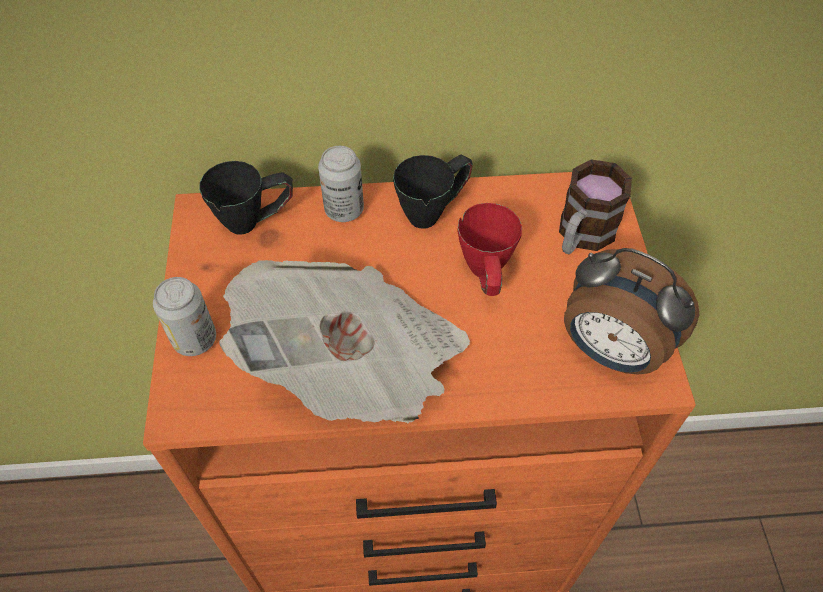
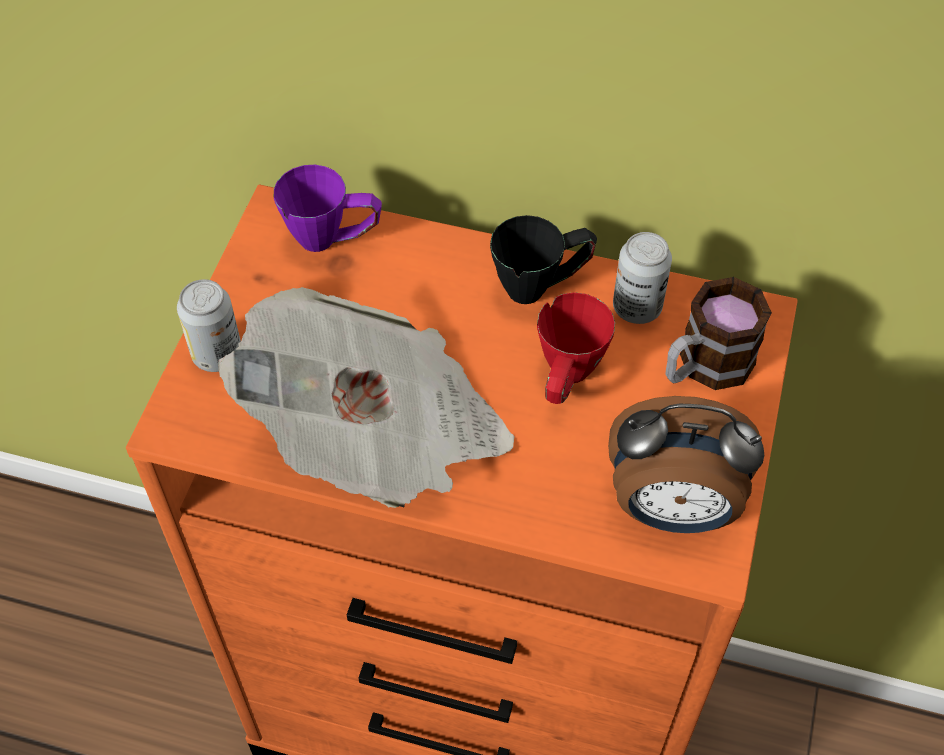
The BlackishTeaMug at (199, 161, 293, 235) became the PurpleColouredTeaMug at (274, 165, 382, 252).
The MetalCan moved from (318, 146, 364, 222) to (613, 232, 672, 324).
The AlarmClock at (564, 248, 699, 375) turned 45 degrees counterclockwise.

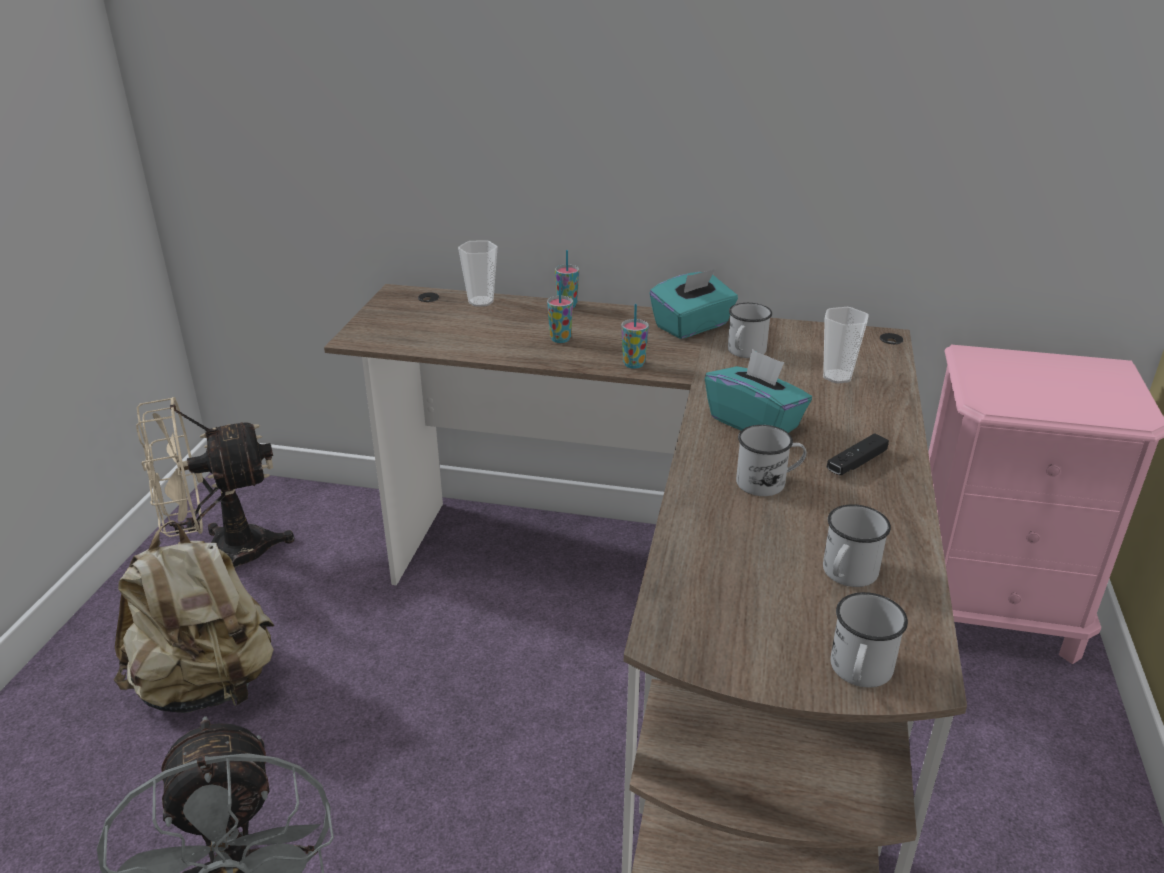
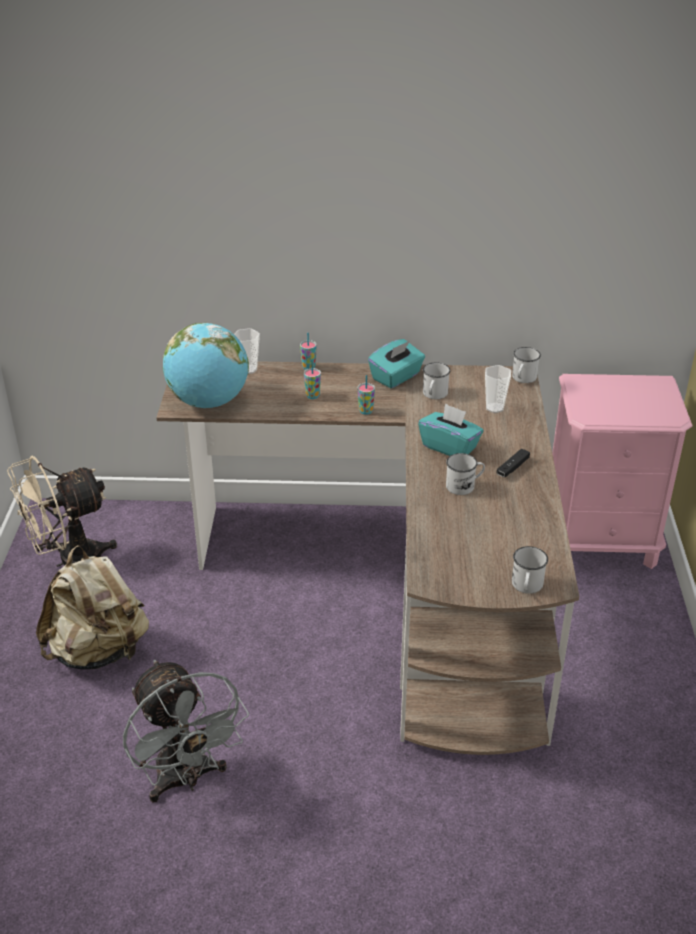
The WhiteTeaMug moved from (823, 504, 891, 587) to (512, 347, 541, 383).
The WorldGlobe at (163, 323, 249, 408) appeared.

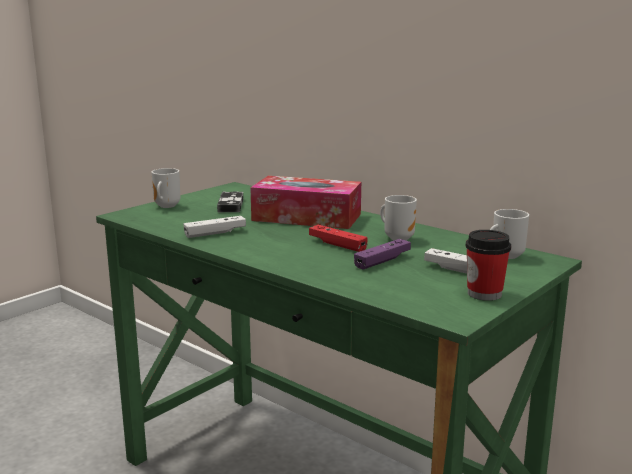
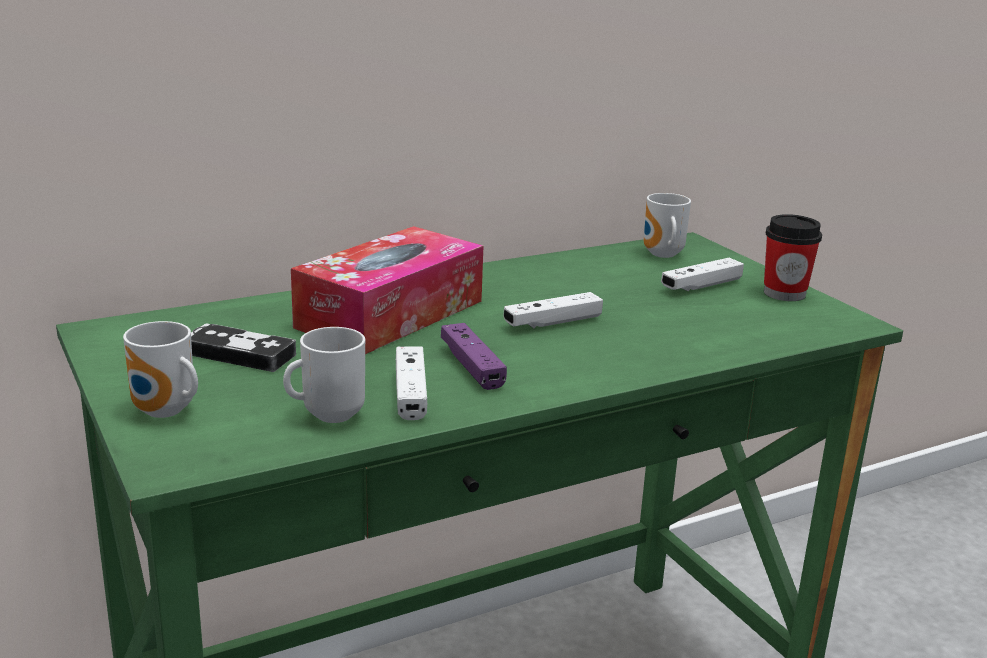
The RedColouredGameController at (309, 225, 367, 252) became the WhiteGameController at (503, 292, 603, 328).
The PurpleColouredGameController moved from (354, 239, 411, 270) to (441, 323, 507, 390).
The TeaMug moved from (380, 195, 417, 241) to (283, 327, 365, 423).

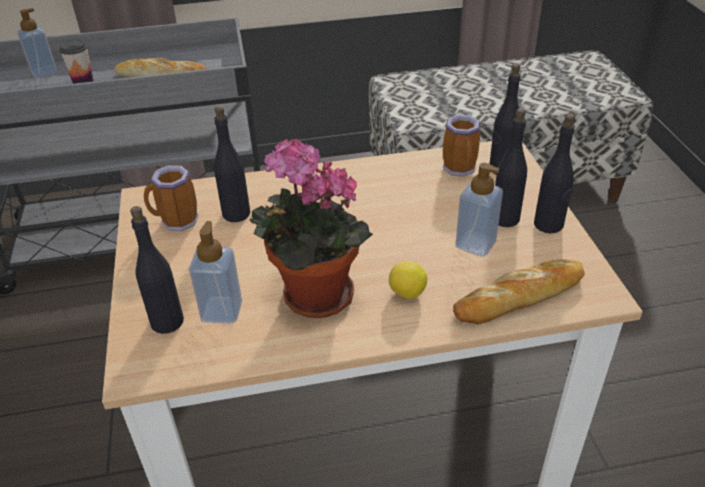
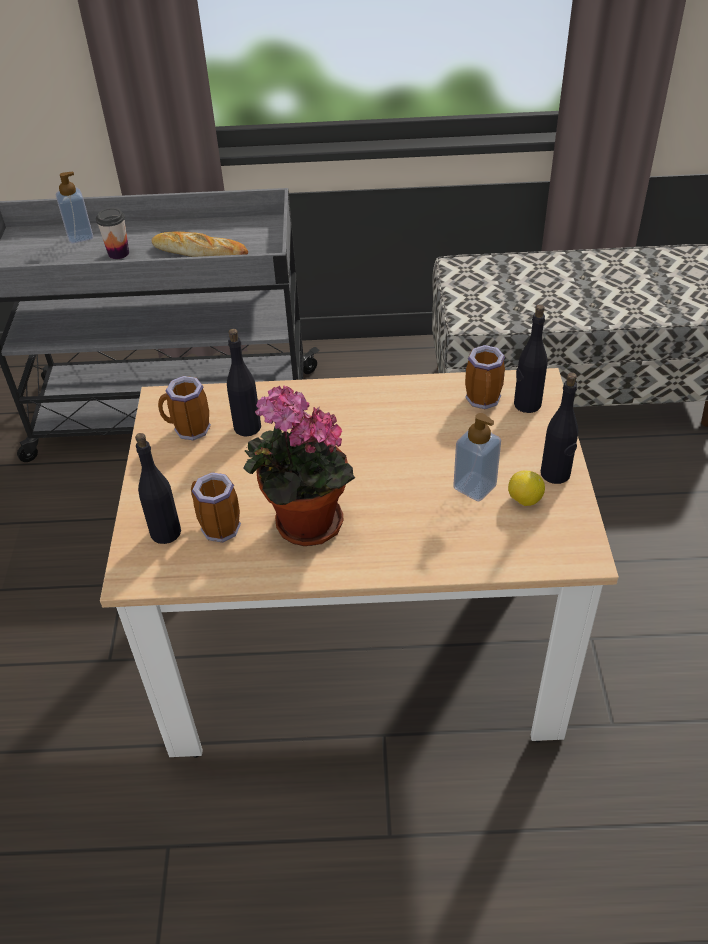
The LiquidSoapBottle at (189, 221, 242, 323) was replaced by the TeaMug at (191, 472, 241, 543).
The Lemon moved from (389, 261, 427, 299) to (508, 470, 545, 506).
The Bread at (453, 259, 585, 324) disappeared.
The BlackishDrinkBottle at (495, 108, 527, 227) disappeared.

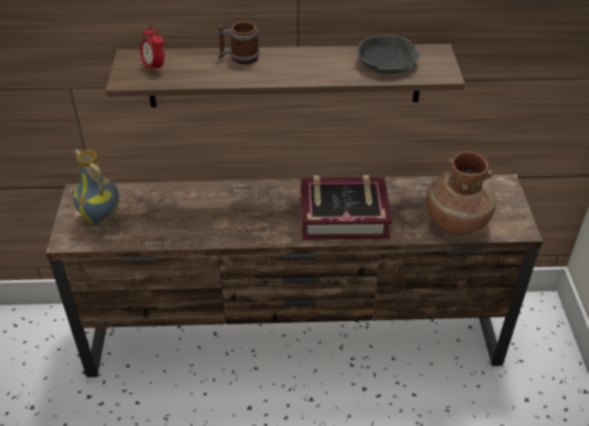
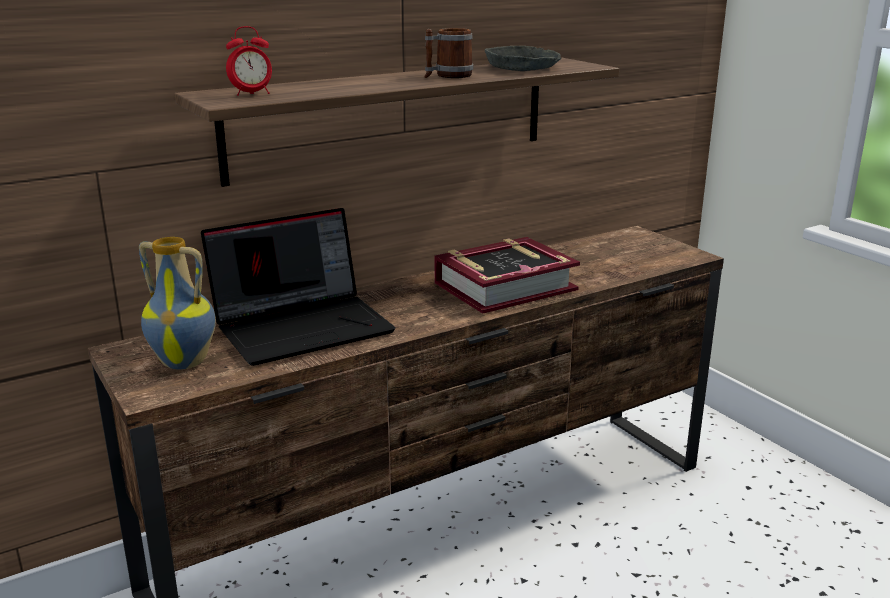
The AlarmClock at (140, 25, 164, 74) turned 45 degrees counterclockwise.
The TeaMug moved from (218, 21, 260, 64) to (425, 28, 473, 78).
The BrownishVase at (426, 152, 496, 235) disappeared.
The Laptop at (201, 208, 396, 366) appeared.

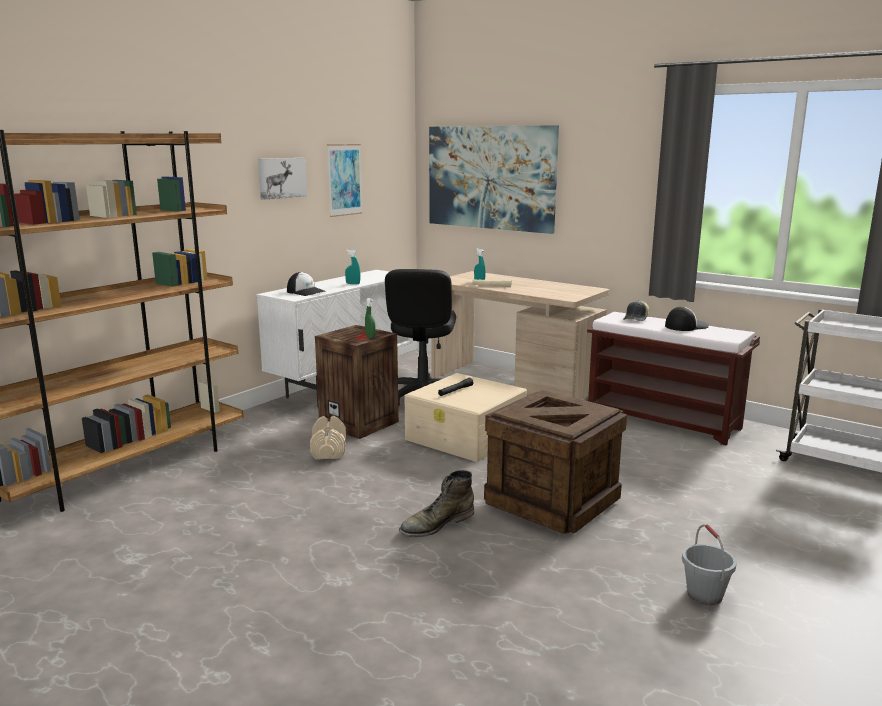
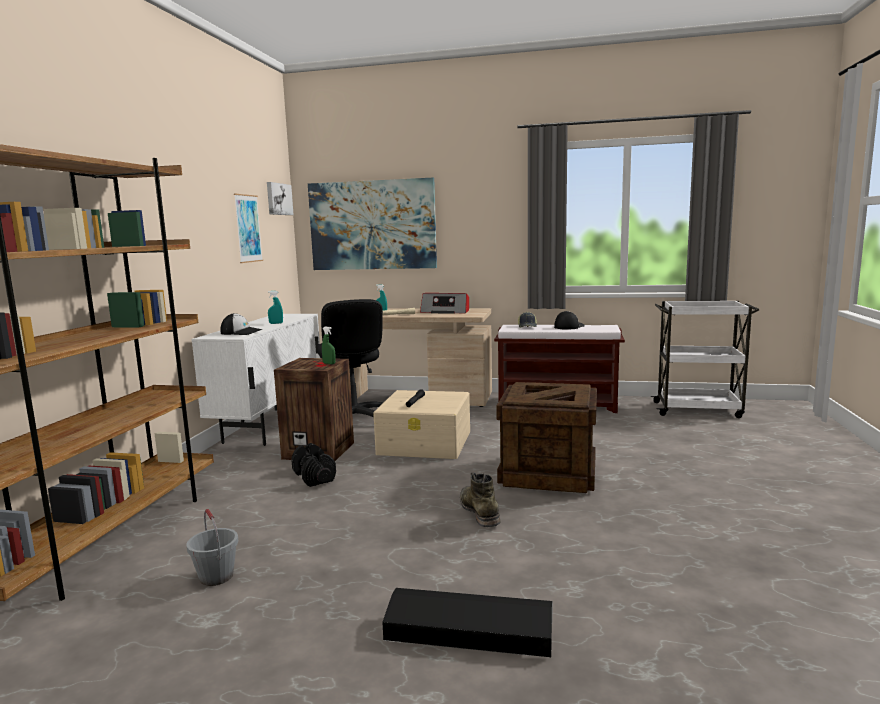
The Picture moved from (258, 158, 307, 200) to (267, 182, 294, 215).
The SandColouredHandWeight at (310, 416, 346, 460) became the BlackishHandWeight at (291, 443, 336, 487).
The GreenishHighTopBoot at (399, 470, 474, 537) turned 135 degrees clockwise.
The GreyPail moved from (682, 524, 737, 605) to (186, 509, 239, 586).
The BlackishStorageBox at (382, 588, 553, 657) appeared.
The Radio at (420, 293, 469, 314) appeared.

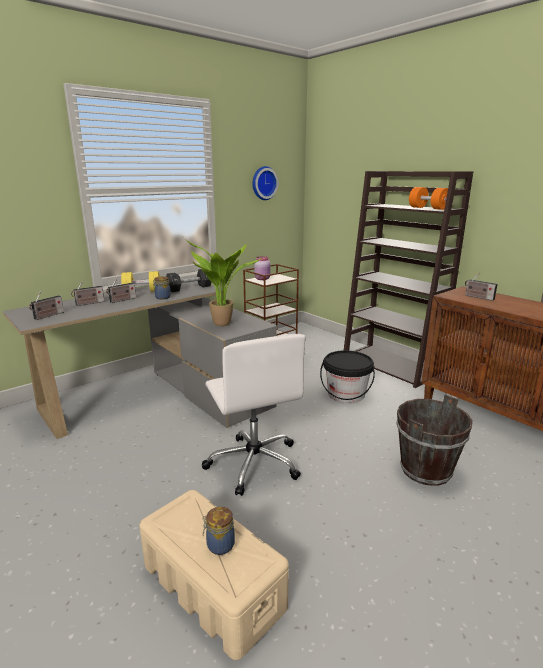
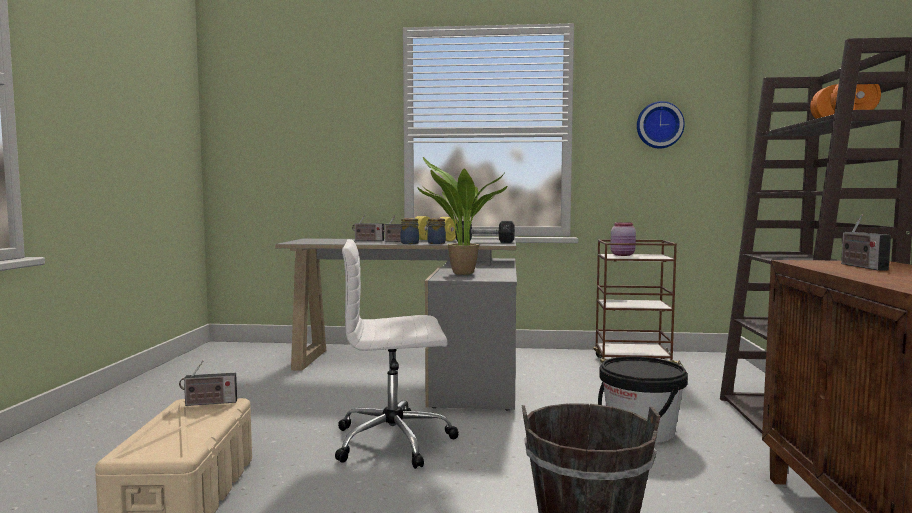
The Radio moved from (29, 291, 64, 320) to (179, 360, 237, 406).
The WhiteOfficeChair at (202, 334, 305, 496) turned 60 degrees clockwise.
The PreserveJar moved from (203, 507, 235, 555) to (401, 218, 419, 244).

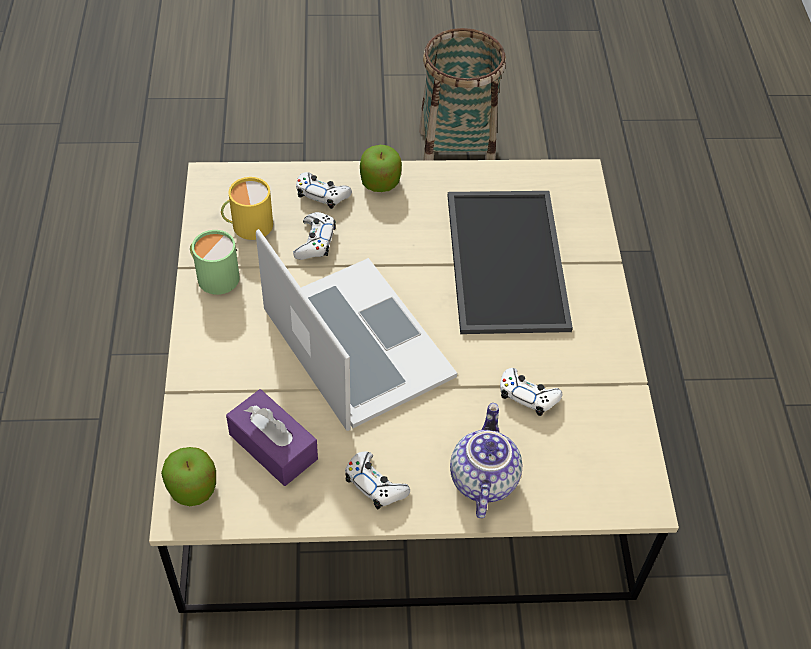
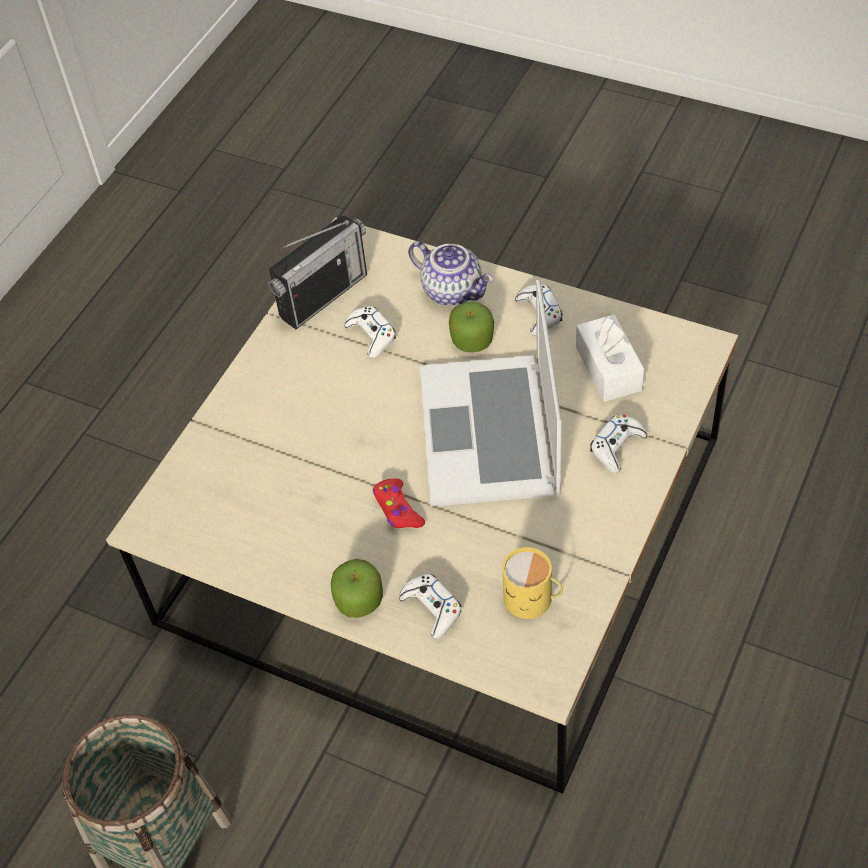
The AppleFruit moved from (161, 447, 216, 506) to (449, 302, 494, 352).
The GreenishTeaMug at (190, 230, 240, 295) disappeared.
The PurpleColouredTissueBox at (226, 389, 318, 486) became the WhiteTissueBox at (576, 315, 644, 402).
The WhiteGameController moved from (293, 212, 336, 260) to (590, 414, 647, 473).
The CarryingTray at (448, 191, 573, 334) disappeared.
The PotForTea at (450, 403, 522, 518) turned 90 degrees counterclockwise.
The Radio at (269, 216, 367, 329) appeared.
The RedColouredGameController at (373, 478, 425, 528) appeared.

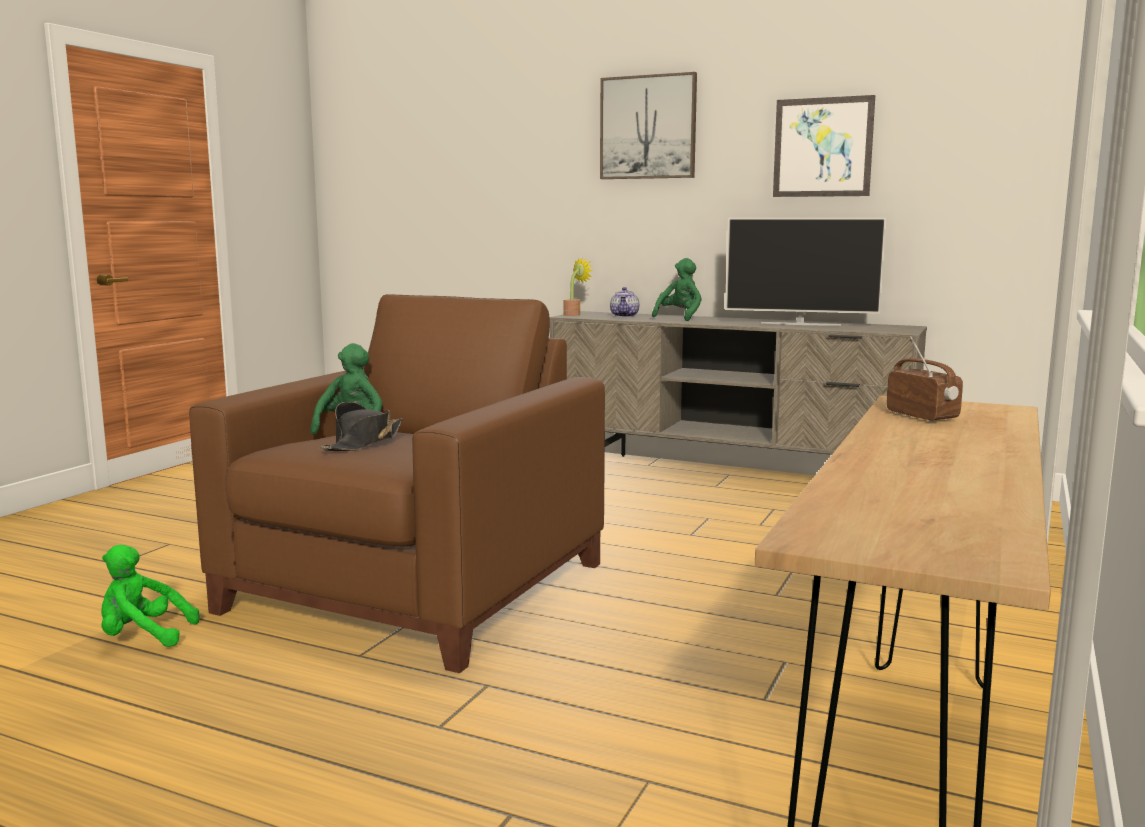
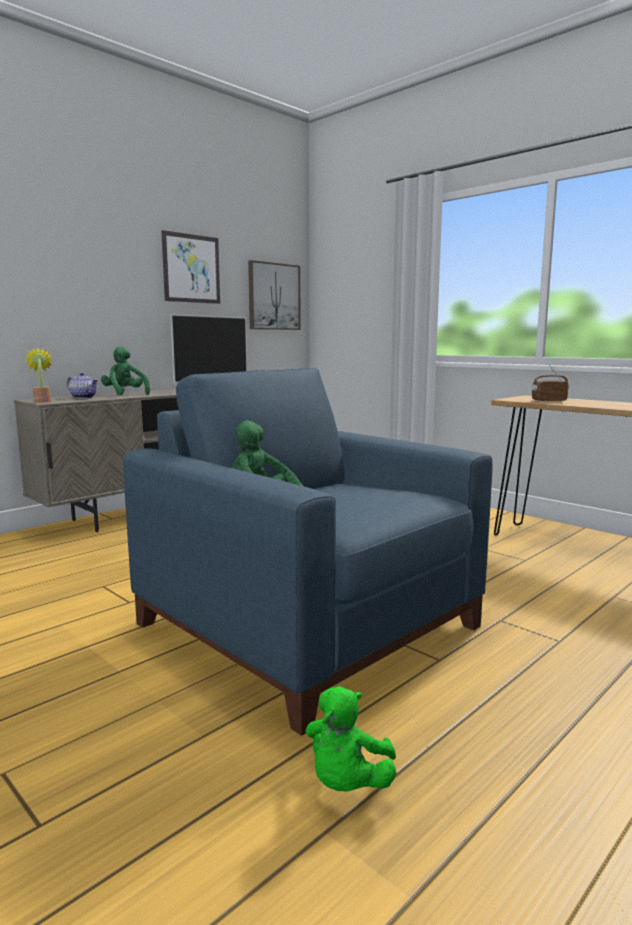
The BrownishLoungeChair at (189, 294, 605, 673) became the BlueLoungeChair at (123, 368, 493, 736).
The BlackishHat at (320, 402, 402, 451) disappeared.
The Picture moved from (600, 72, 697, 179) to (248, 260, 301, 330).

